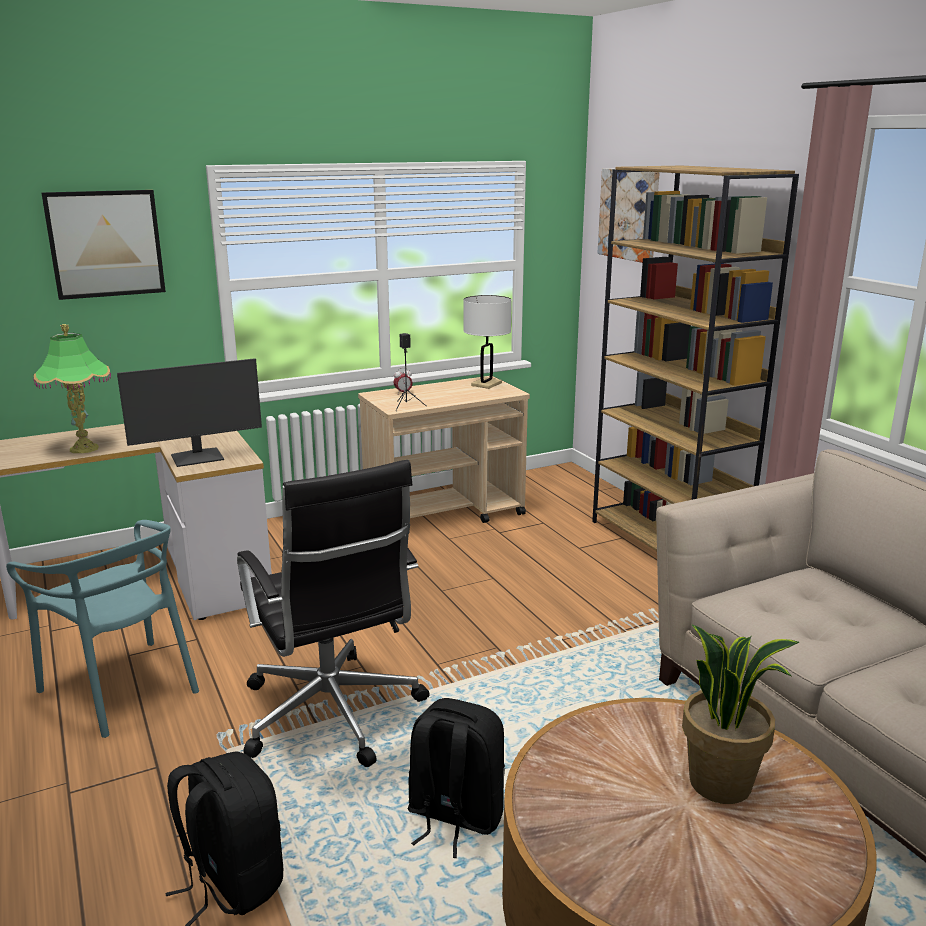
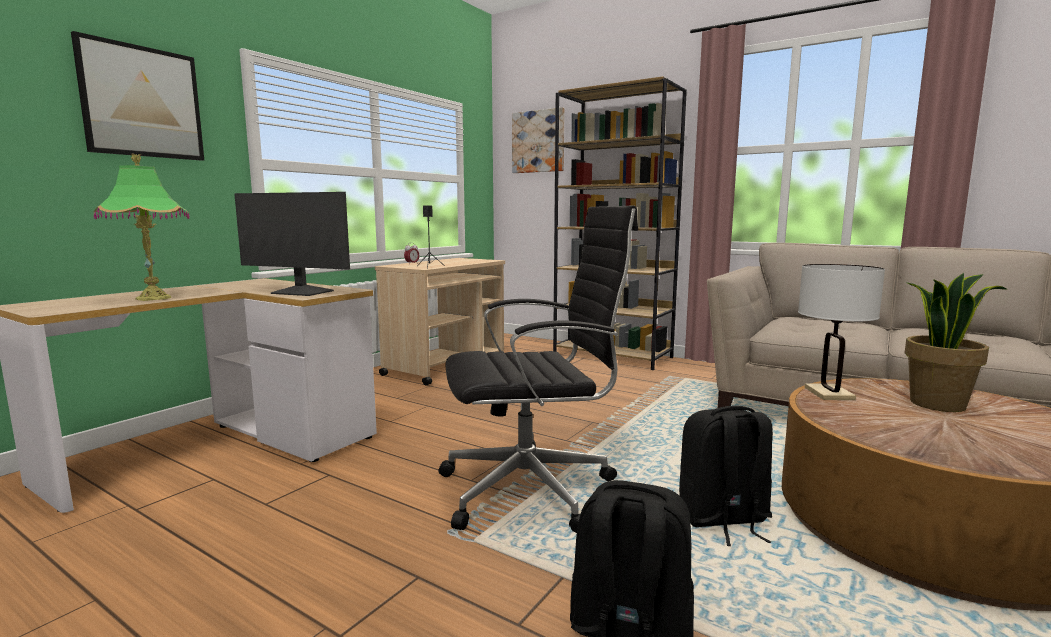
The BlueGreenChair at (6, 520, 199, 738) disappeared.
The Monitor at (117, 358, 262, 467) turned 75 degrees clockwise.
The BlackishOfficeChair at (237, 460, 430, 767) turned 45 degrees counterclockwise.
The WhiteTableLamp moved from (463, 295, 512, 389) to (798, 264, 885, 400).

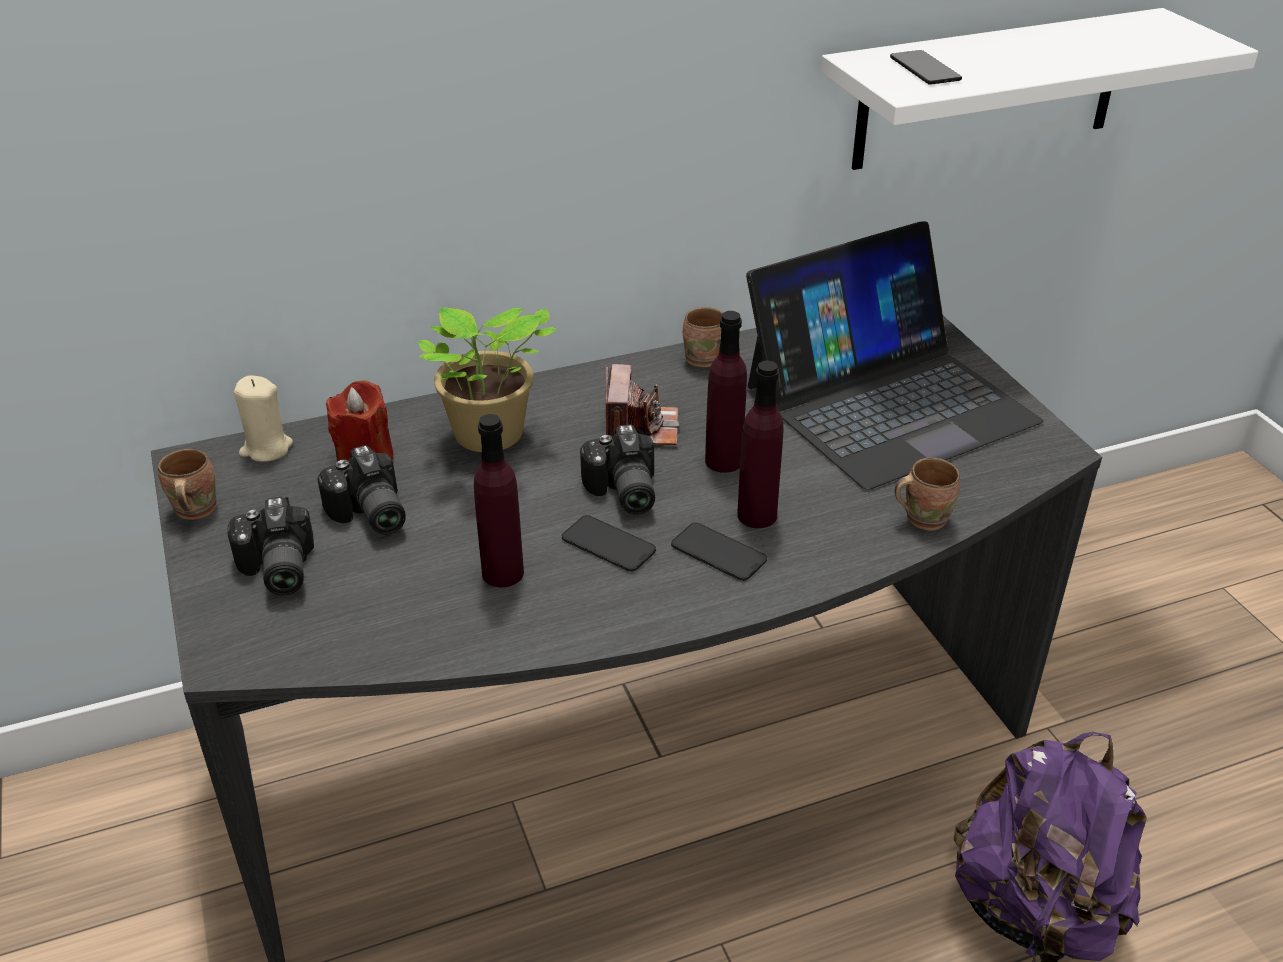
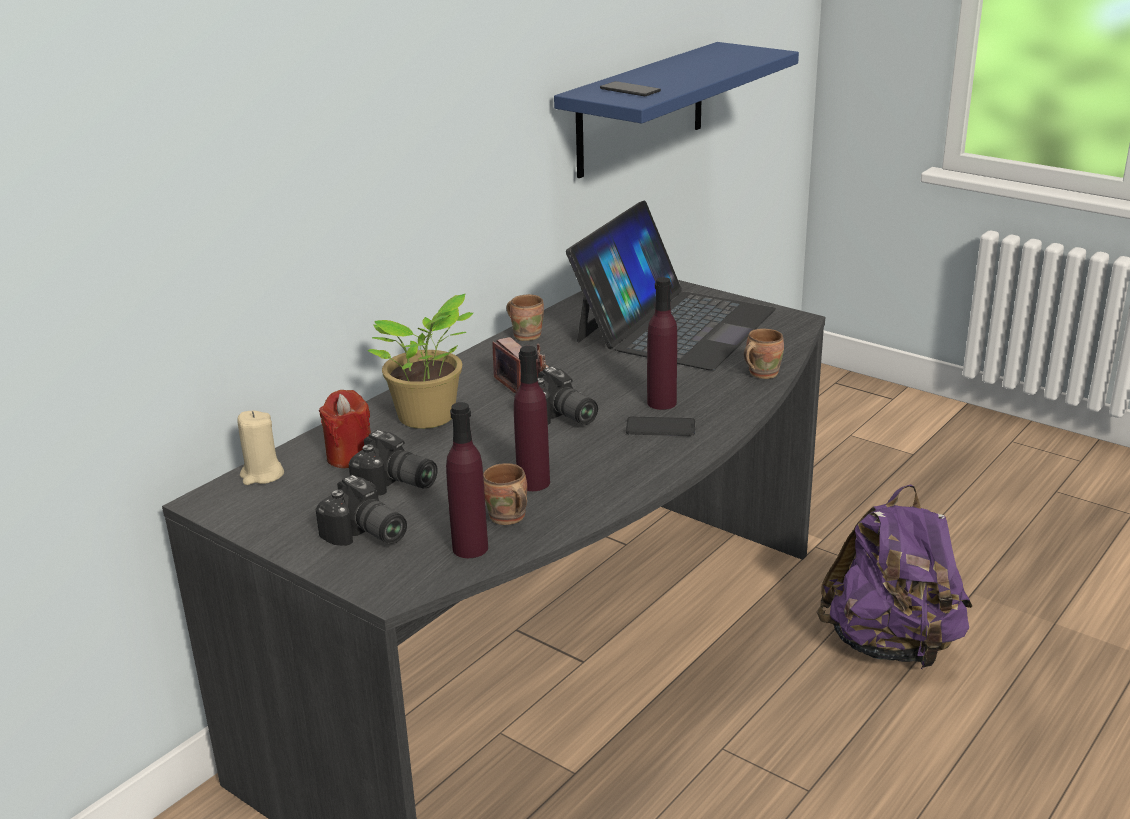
The BrownishTeaMug moved from (158, 449, 217, 520) to (483, 463, 527, 525).
The Phone at (562, 515, 656, 572) disappeared.
The PurpleColouredDrinkBottle moved from (705, 311, 747, 473) to (446, 402, 488, 558).
The WhiteShelf at (821, 8, 1258, 170) became the BlueShelf at (554, 42, 799, 178).

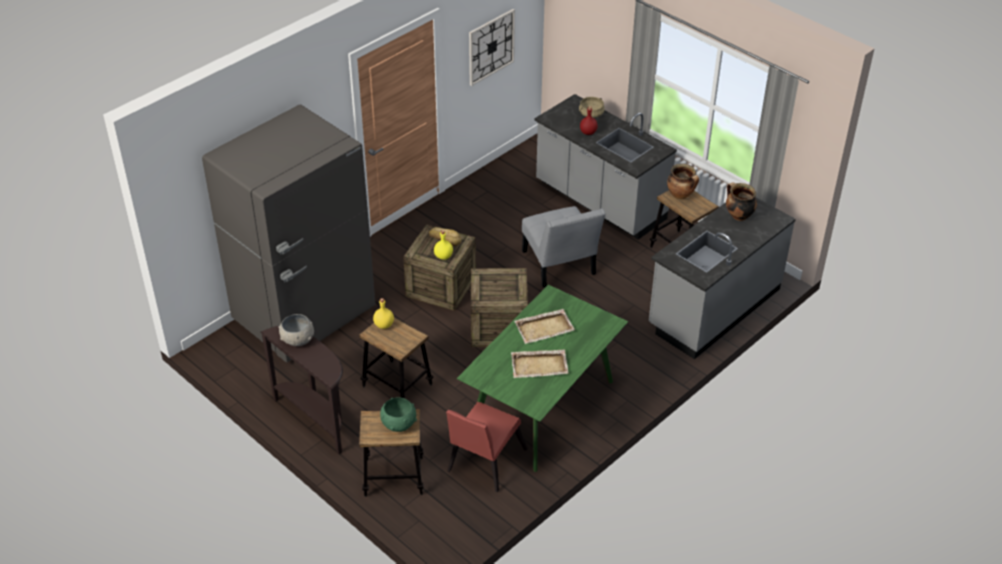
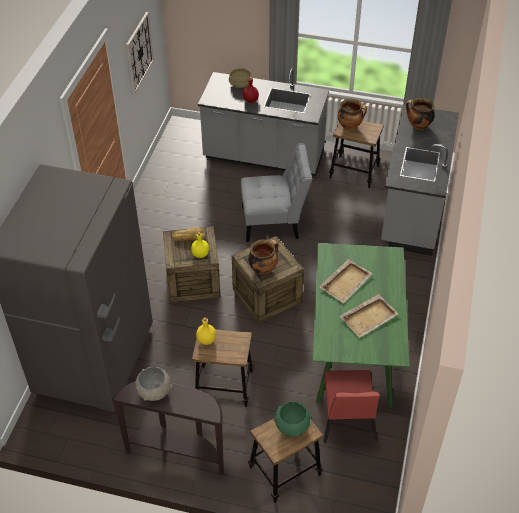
The GreyChair at (522, 206, 605, 288) turned 45 degrees counterclockwise.
The CookingPot at (248, 239, 279, 275) appeared.

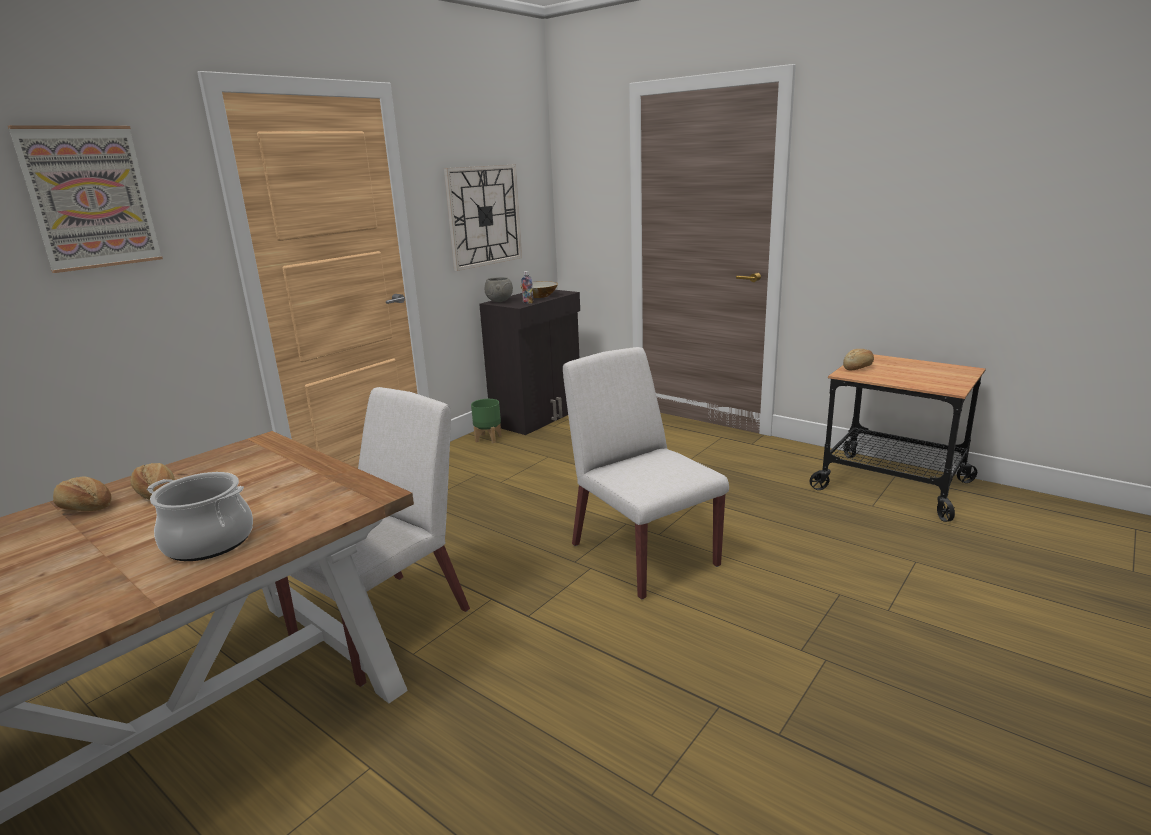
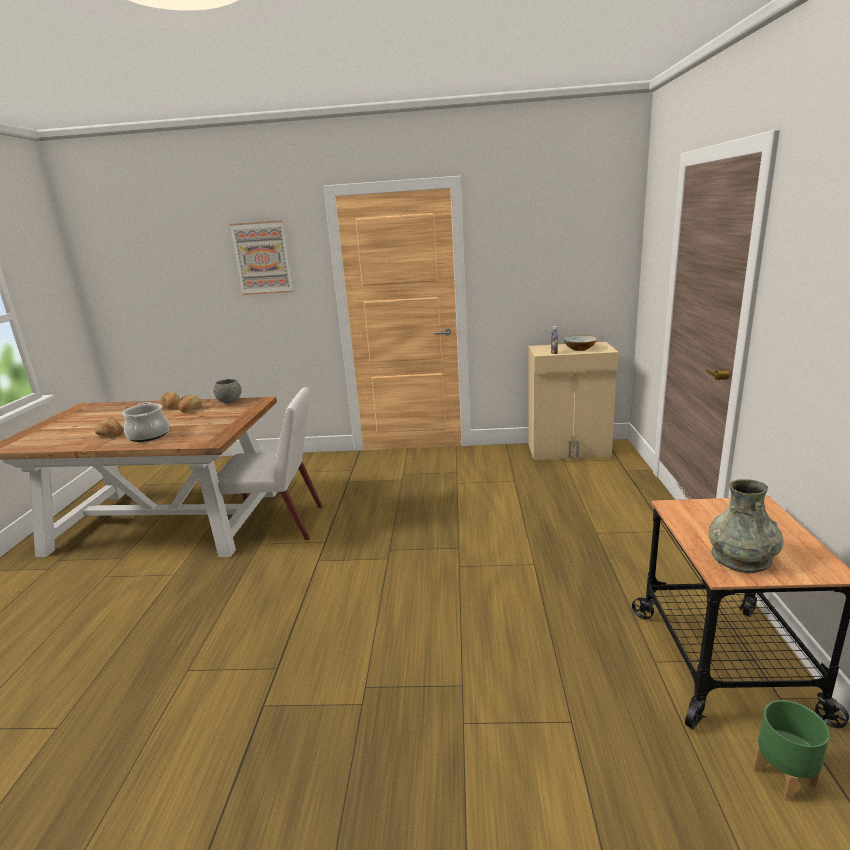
The WallClock at (444, 164, 522, 271) disappeared.
The GreenishPlantPot moved from (471, 399, 501, 443) to (753, 700, 830, 802).
The BlackishCabinet at (479, 290, 580, 435) became the SandColouredCabinet at (528, 342, 619, 460).
The GreyDeepDish moved from (485, 277, 513, 302) to (214, 379, 242, 403).
The WhiteChair at (563, 347, 729, 599) disappeared.
The Bread moved from (843, 349, 874, 370) to (95, 419, 123, 437).
The GreyVase at (708, 479, 784, 573) appeared.

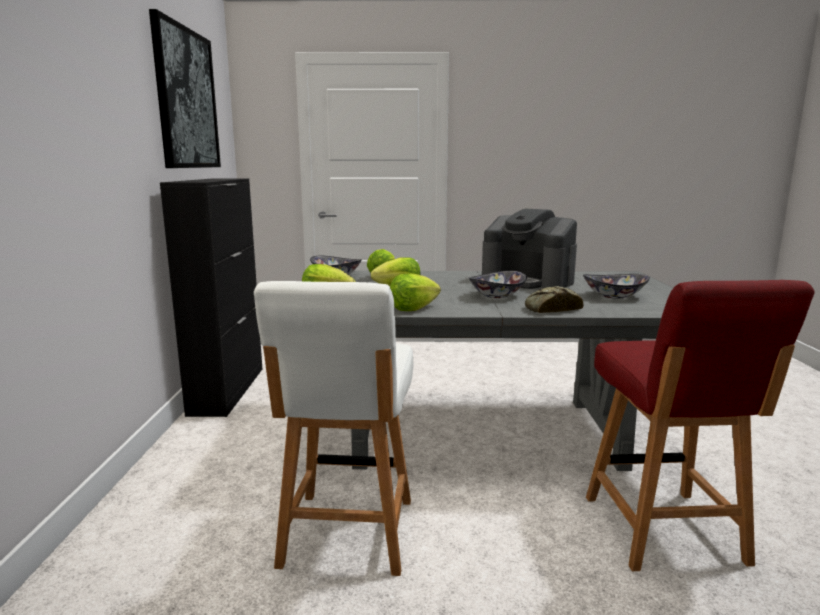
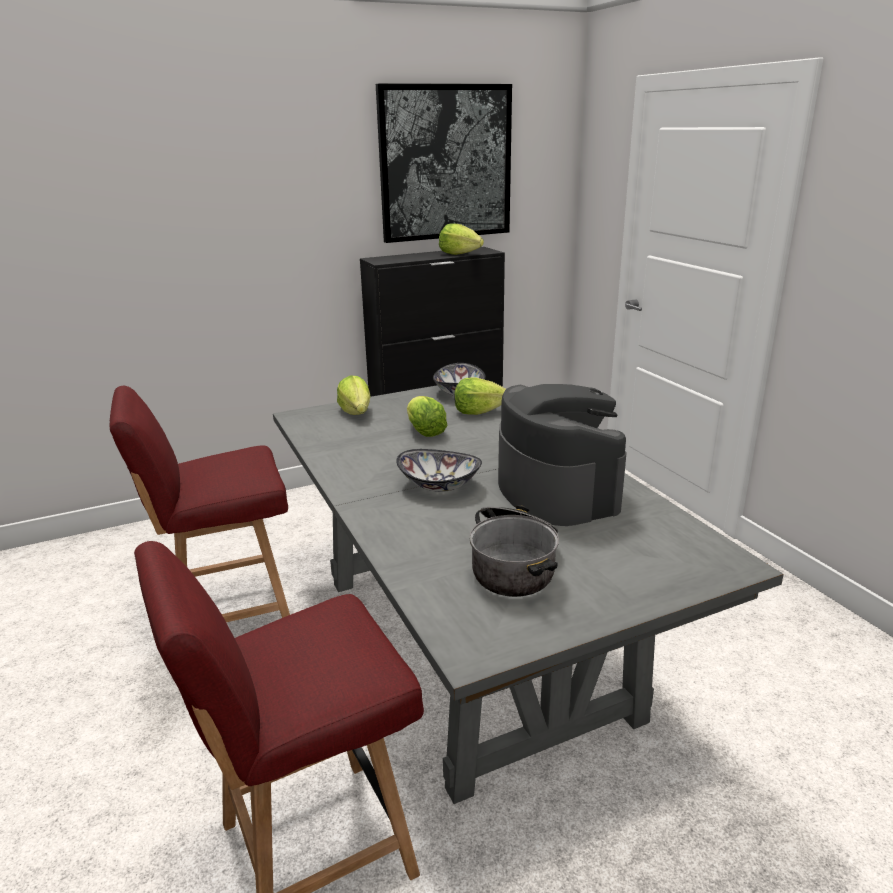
The WhiteChair at (254, 281, 413, 576) became the RedColouredChair at (109, 386, 290, 622).
The Lettuce moved from (390, 273, 441, 311) to (439, 224, 484, 255).
The CoffeeMachine at (482, 209, 577, 289) turned 150 degrees clockwise.
The Bread at (525, 286, 583, 313) disappeared.
The DeepDish at (583, 274, 650, 299) was replaced by the CookingPot at (469, 505, 559, 597).

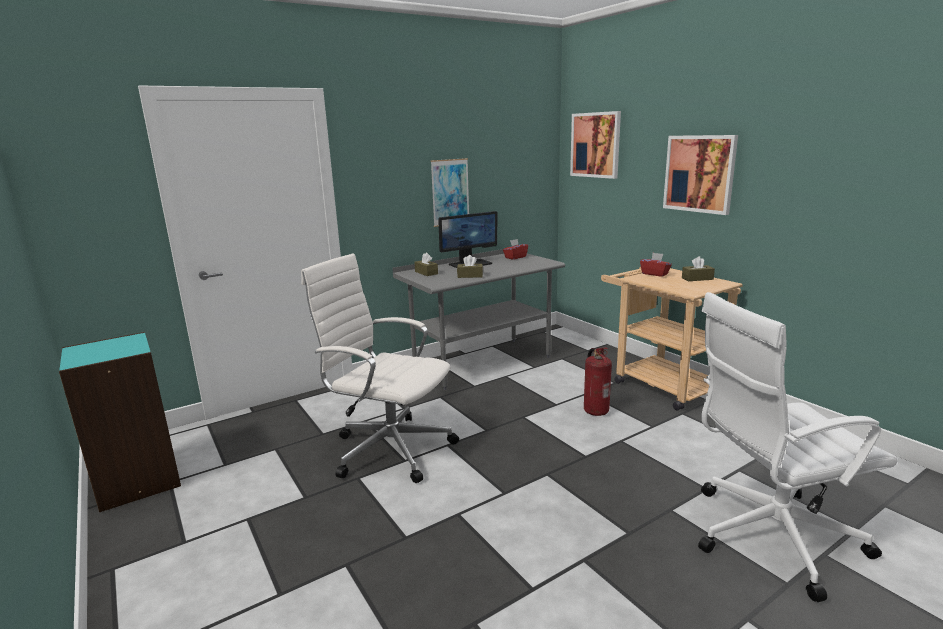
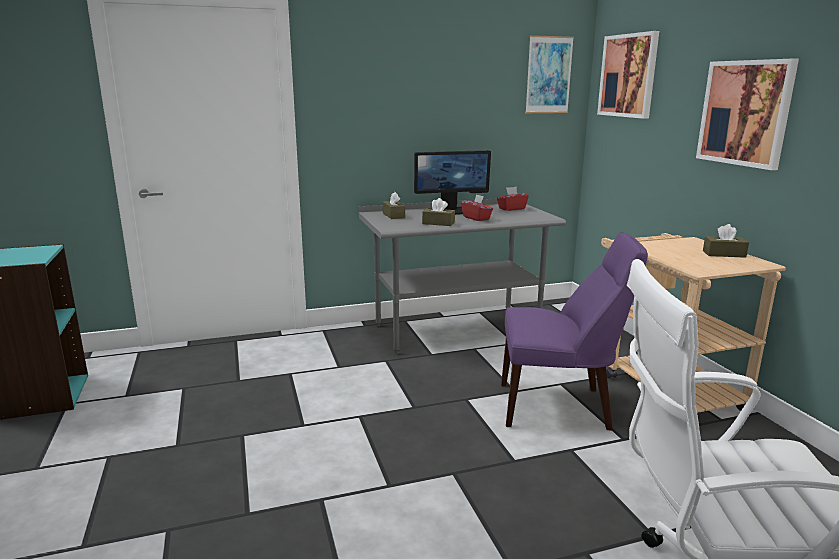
The WhiteOfficeChair at (301, 253, 459, 483) disappeared.
The Picture moved from (431, 158, 469, 227) to (525, 35, 574, 113).
The Extinguisher at (584, 347, 612, 416) was replaced by the PurpleColouredChair at (501, 232, 648, 430).
The RedColouredTissueBox moved from (640, 253, 672, 277) to (461, 194, 493, 221).

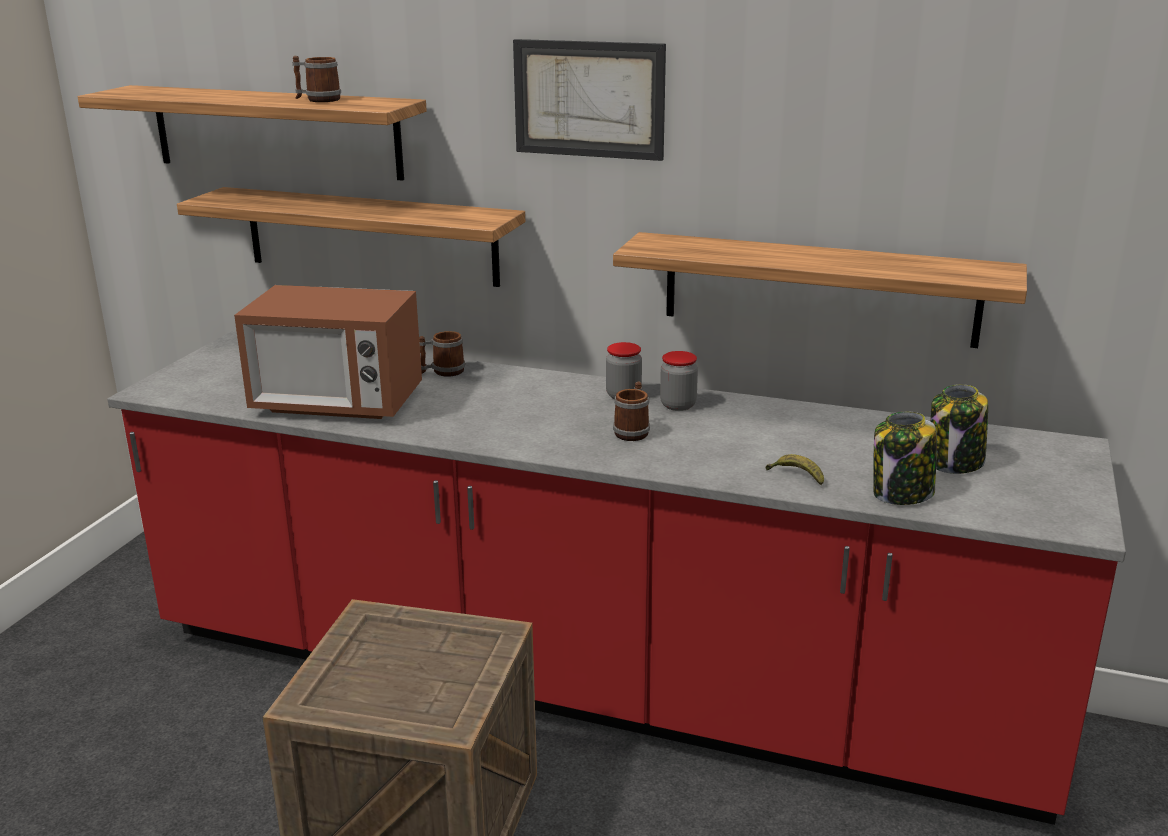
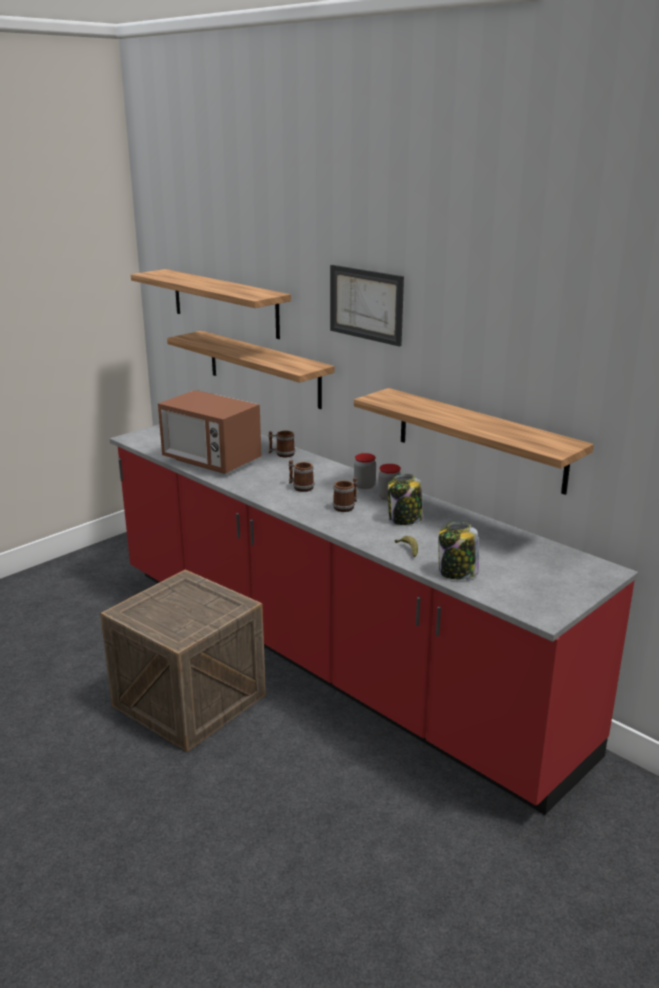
The TeaMug moved from (293, 56, 341, 102) to (289, 460, 314, 492).
The PreserveJar moved from (930, 384, 988, 474) to (388, 474, 423, 525).

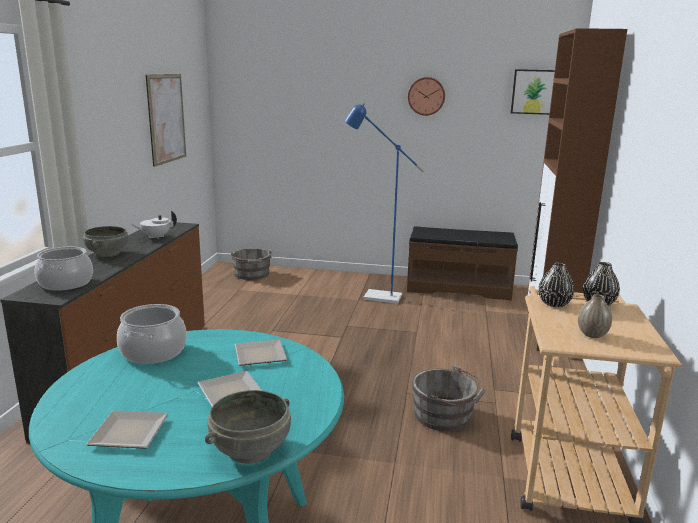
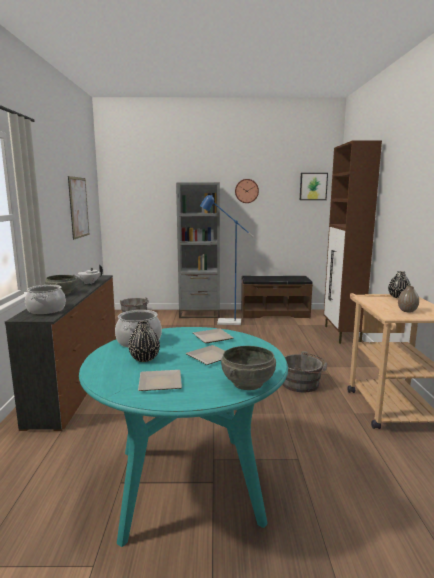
The BlackishVase moved from (538, 262, 574, 307) to (128, 321, 160, 362).
The GreyBookshelf at (176, 183, 220, 318) appeared.

